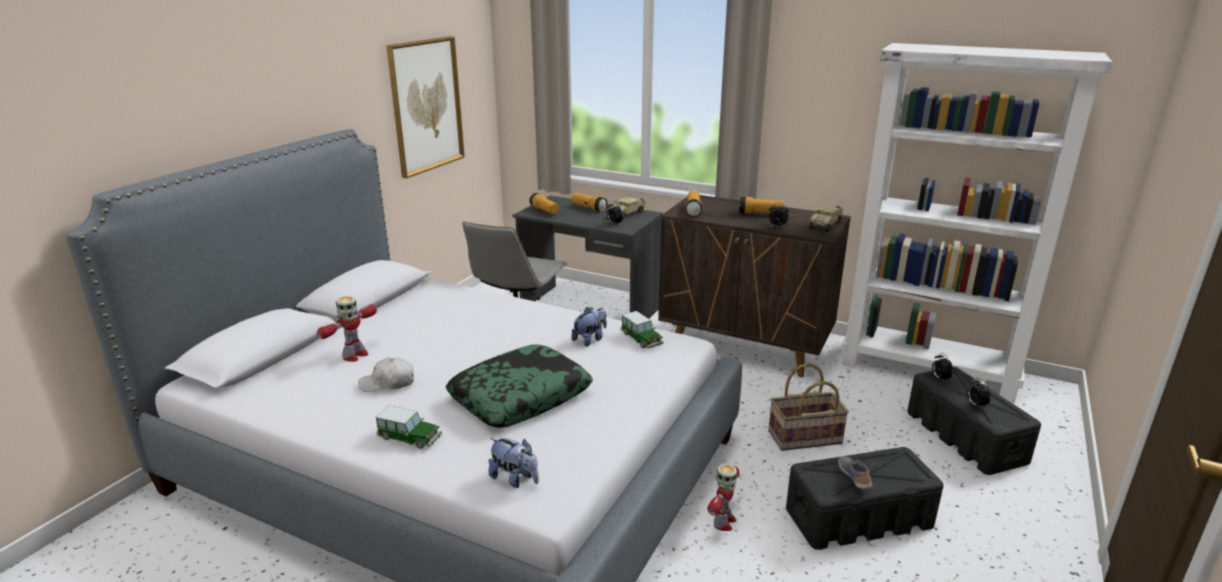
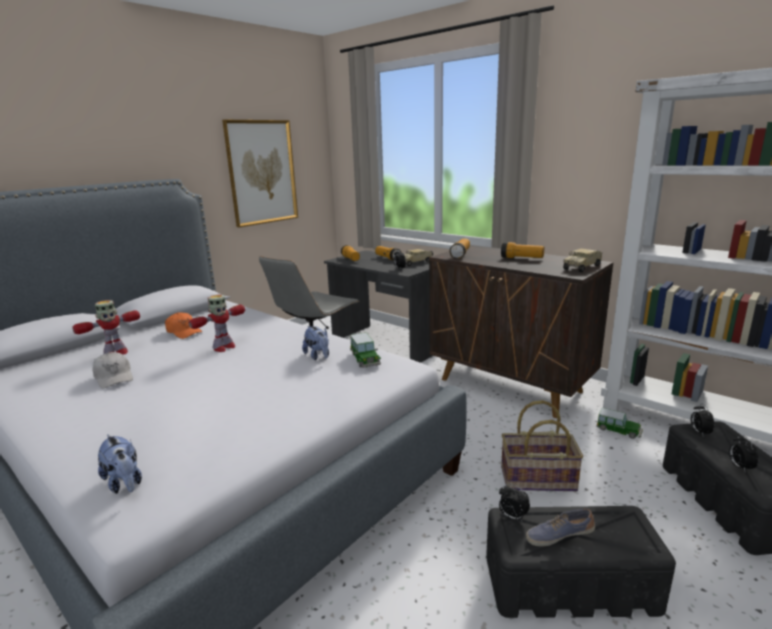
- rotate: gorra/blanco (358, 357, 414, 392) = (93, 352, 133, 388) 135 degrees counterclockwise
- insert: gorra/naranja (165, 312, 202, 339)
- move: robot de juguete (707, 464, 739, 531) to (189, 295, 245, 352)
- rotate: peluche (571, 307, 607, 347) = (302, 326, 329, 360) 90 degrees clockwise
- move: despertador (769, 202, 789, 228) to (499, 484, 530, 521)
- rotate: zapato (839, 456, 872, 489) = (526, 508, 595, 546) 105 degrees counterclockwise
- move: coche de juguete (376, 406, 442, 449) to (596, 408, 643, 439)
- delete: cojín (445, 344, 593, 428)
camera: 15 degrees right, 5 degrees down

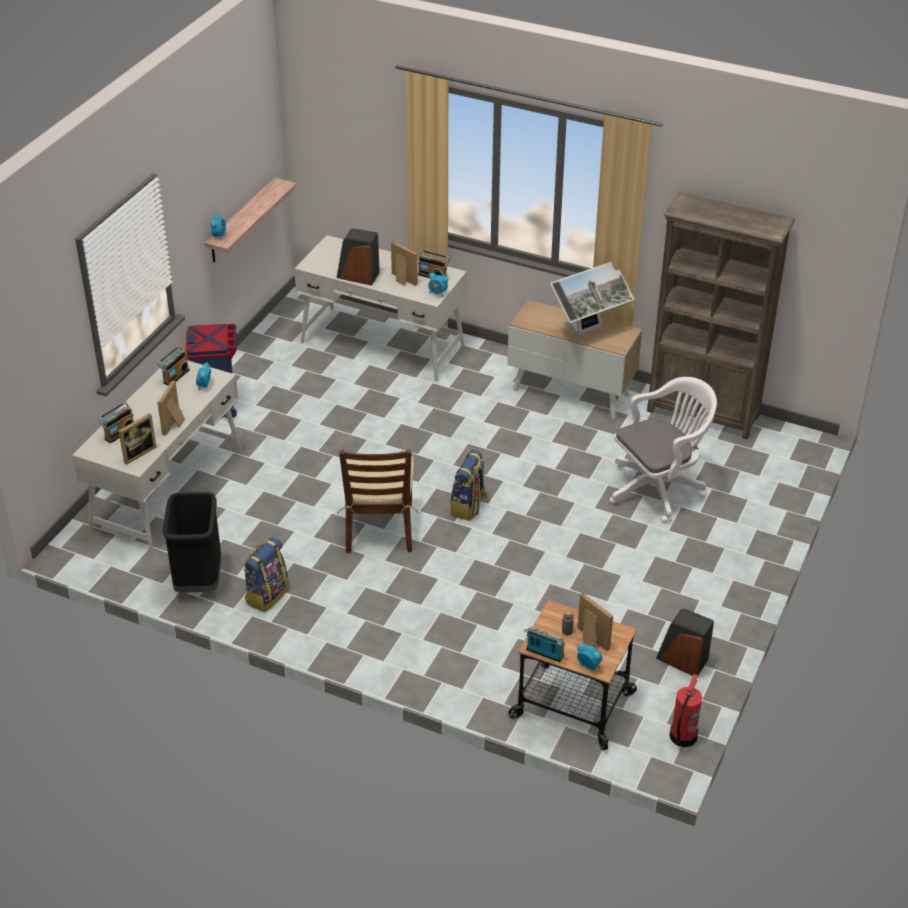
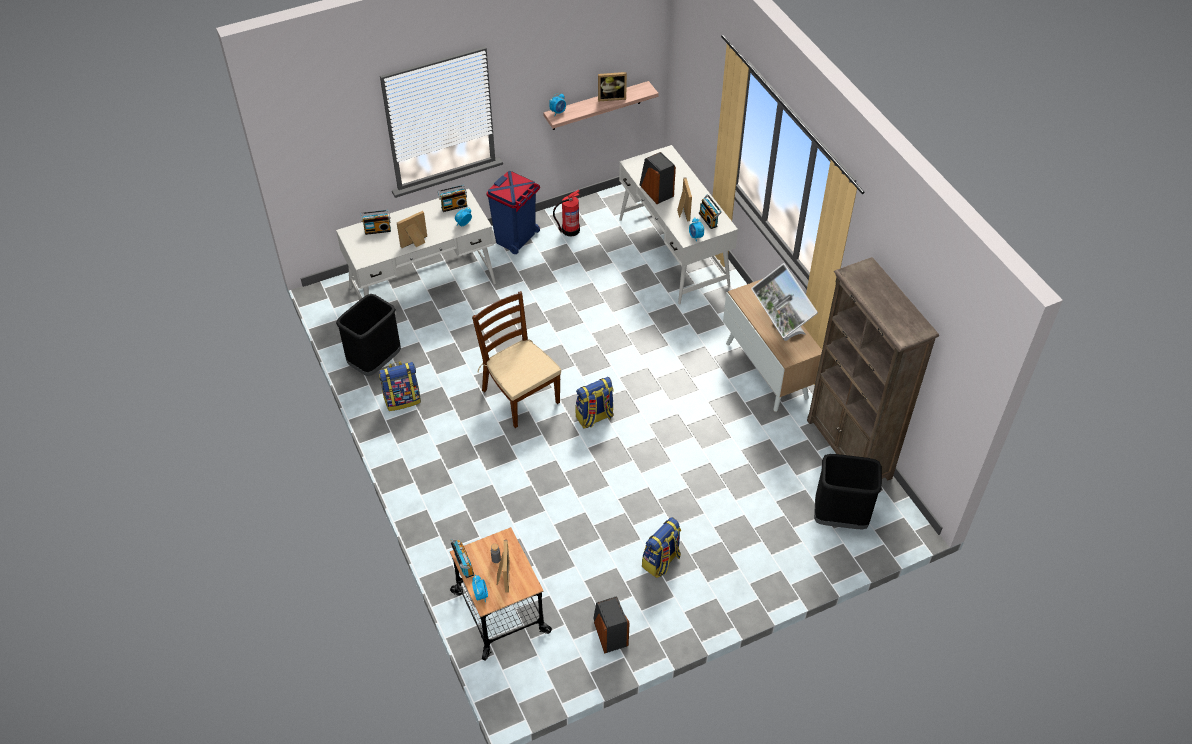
- rotate: silla/marrón (337, 450, 419, 553) = (472, 291, 561, 428) 105 degrees clockwise
- move: extintor (669, 674, 702, 747) to (553, 189, 580, 237)
- move: portarretratos (119, 413, 157, 465) to (598, 72, 627, 102)
- insert: mochila (642, 517, 681, 578)
- rotate: monitor (550, 262, 634, 337) = (751, 263, 818, 341) 60 degrees clockwise
- insert: papelera/negro (814, 454, 882, 529)
- delete: silla de oficina/blanco (610, 377, 717, 523)
camera: 40 degrees right, 10 degrees up

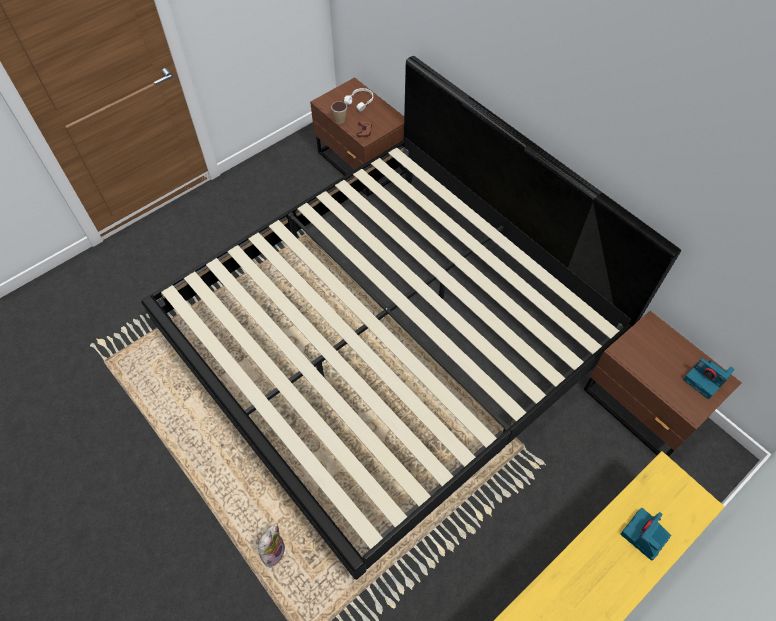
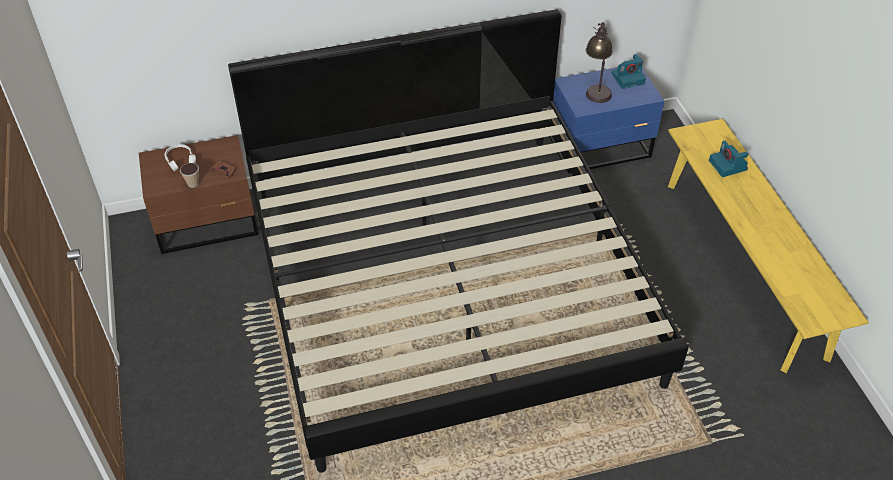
- recolor: mesita de noche/marrón (584, 311, 742, 457) to mesita de noche/azul (549, 67, 664, 174)
- insert: lámpara de mesa (586, 22, 612, 103)
- delete: peluche (257, 523, 285, 567)
camera: 65 degrees left, 10 degrees down

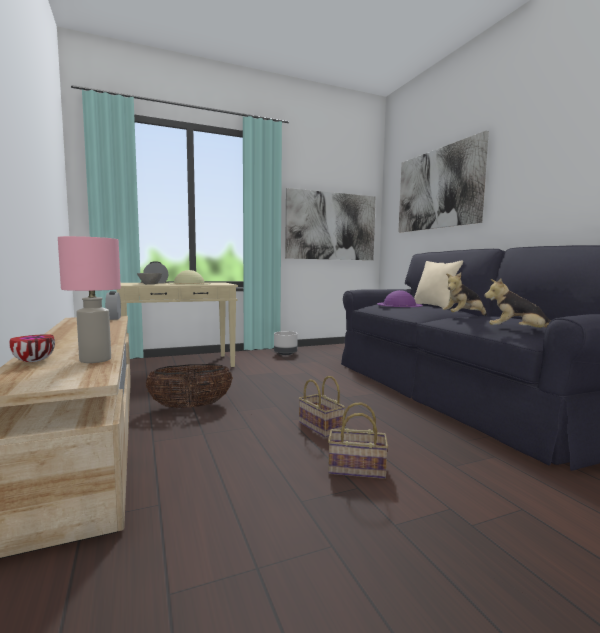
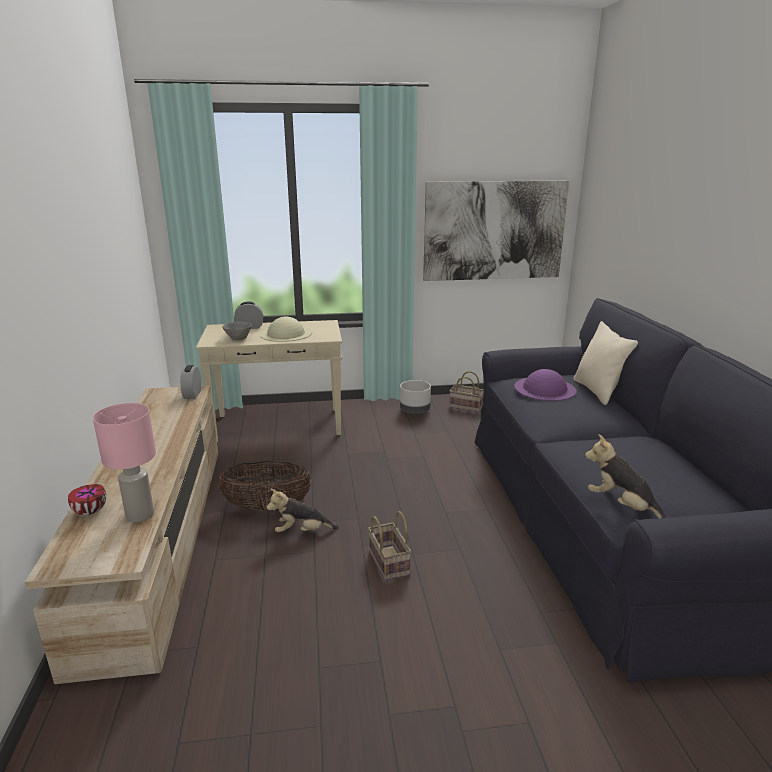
- move: peluche (442, 273, 487, 316) to (266, 489, 339, 532)
- move: cesta (328, 402, 388, 479) to (449, 371, 484, 413)
- delete: cuadro (398, 131, 489, 232)
camera: 15 degrees right, 15 degrees up

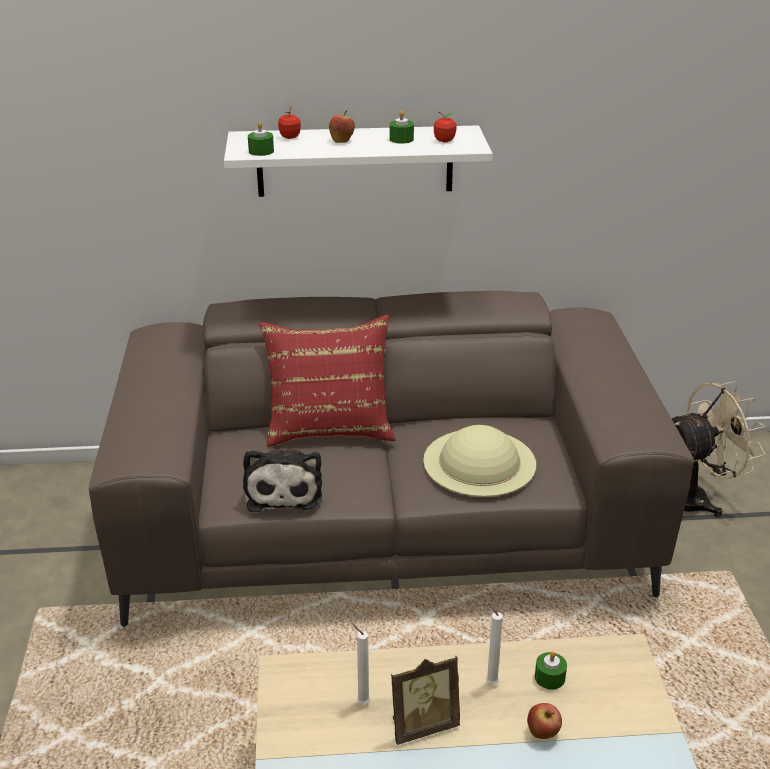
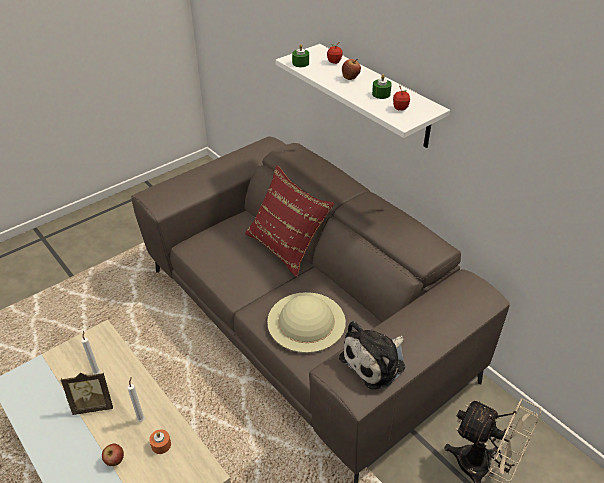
- rotate: portarretratos (391, 656, 460, 745) = (61, 373, 113, 415) 45 degrees counterclockwise
- recolor: vela/verde (535, 651, 567, 690) to vela/naranja (149, 429, 171, 454)
- move: peluche (243, 449, 322, 512) to (339, 321, 405, 390)
camera: 55 degrees right, 10 degrees up

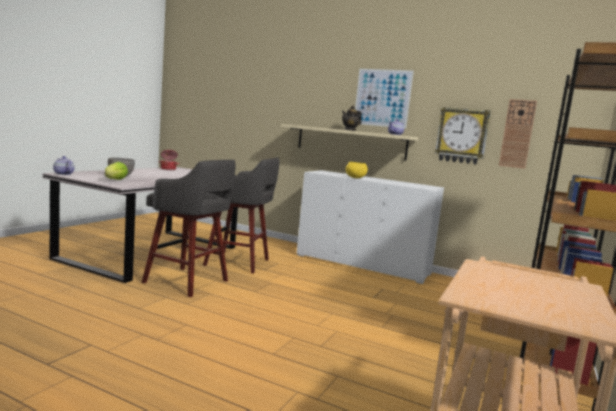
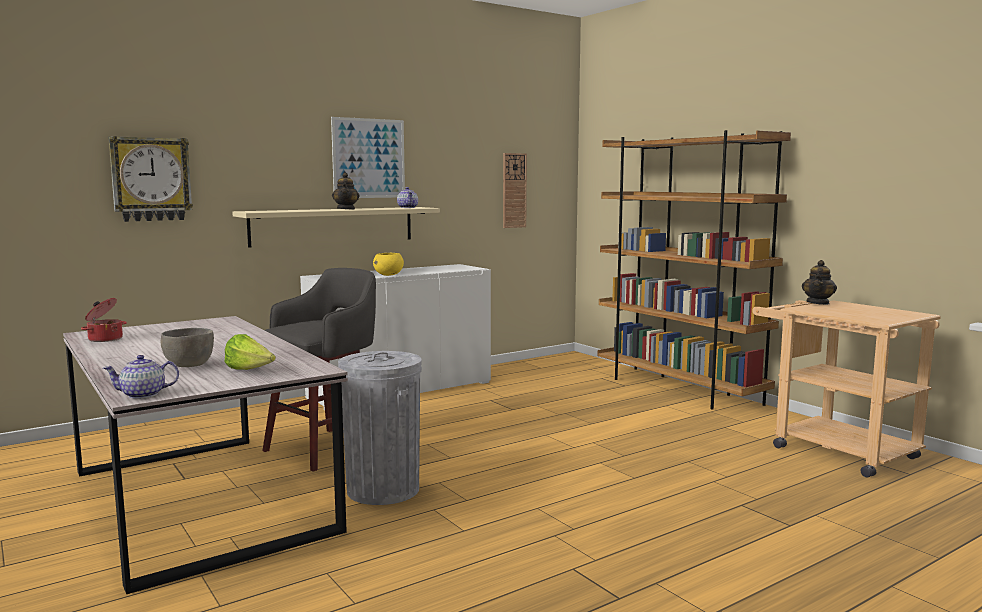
- move: reloj de pared (435, 107, 491, 165) to (108, 136, 193, 222)
- replace: taburete/gris (141, 160, 236, 297) to papelera/gris (338, 351, 422, 505)
- insert: tetera (802, 260, 837, 305)
camera: 60 degrees left, 0 degrees up

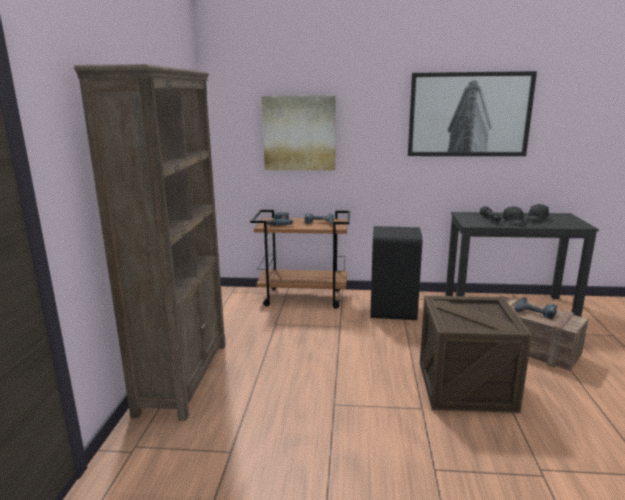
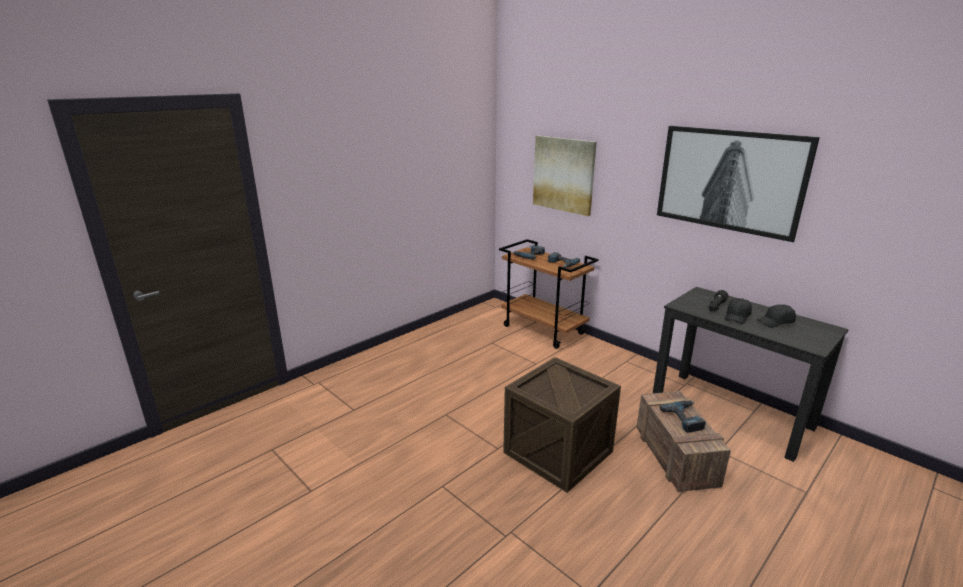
- delete: estantería/marrón (74, 64, 226, 421)
- delete: papelera/negro (370, 226, 423, 320)
camera: 40 degrees right, 5 degrees up

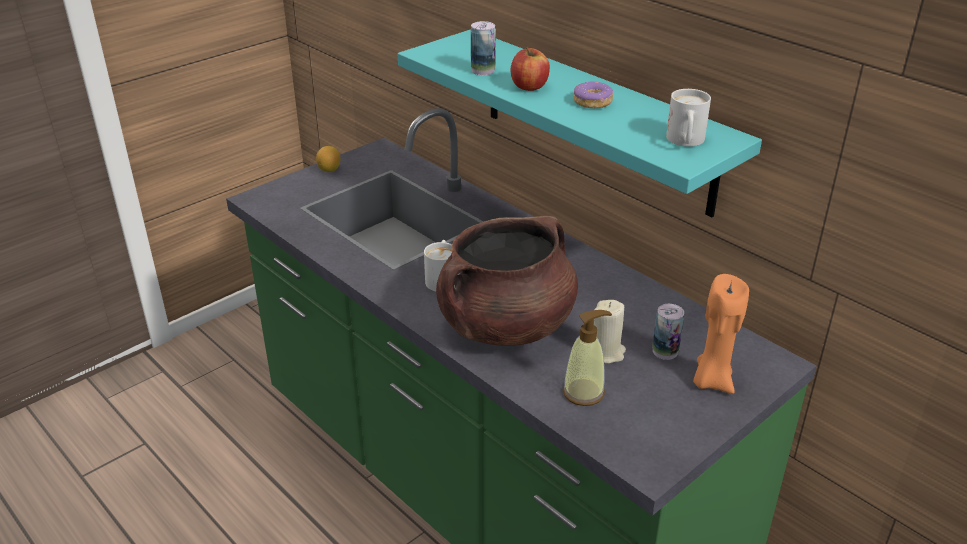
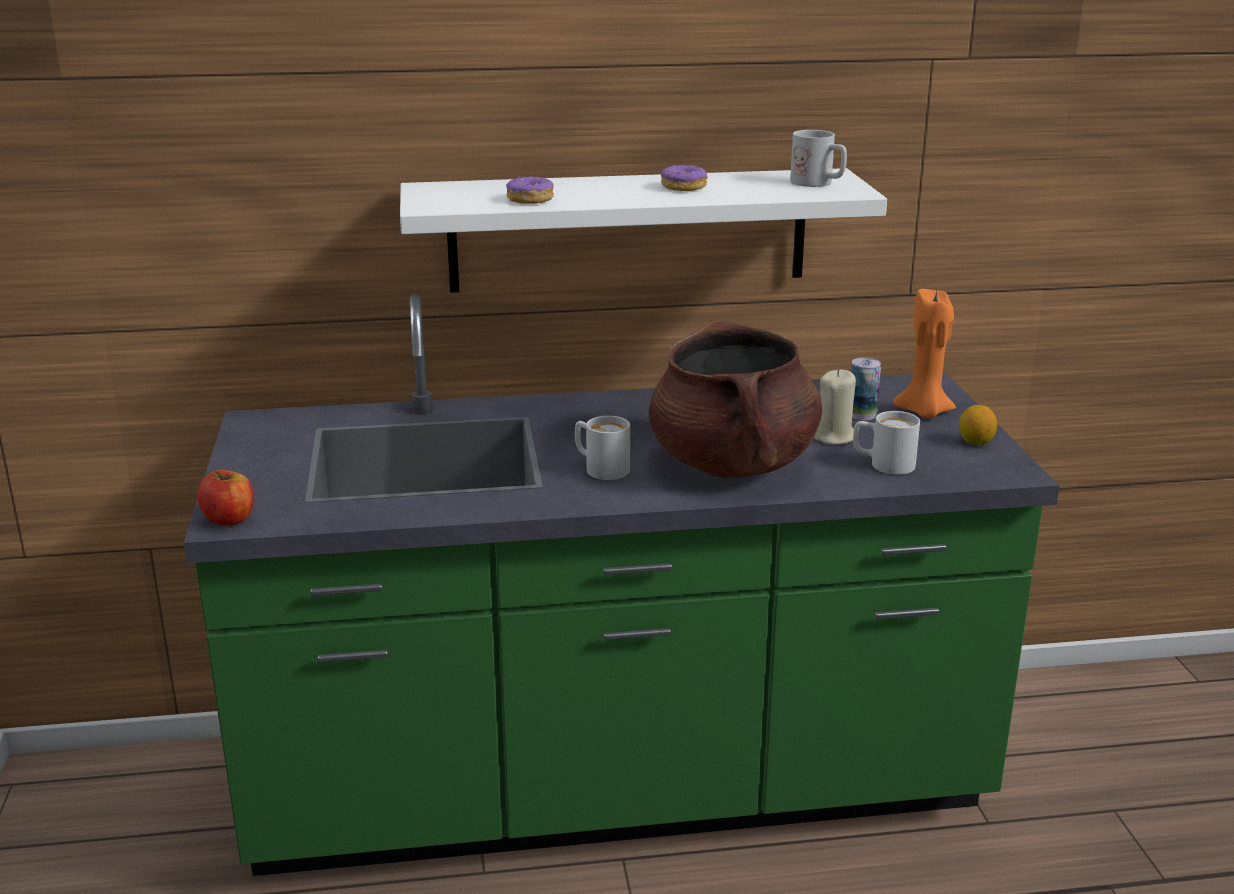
- move: manzana (510, 47, 550, 91) to (197, 470, 254, 525)
- recolor: estante/turquesa (398, 29, 762, 217) to estante/blanco (400, 168, 887, 293)
- replace: lata (471, 21, 496, 75) to rosquilla (506, 176, 554, 204)
- replace: dispensador de jabón (563, 310, 612, 406) to taza grande/blanco (853, 411, 920, 475)
- move: limón (316, 146, 341, 172) to (959, 405, 997, 446)
camera: 55 degrees left, 10 degrees down

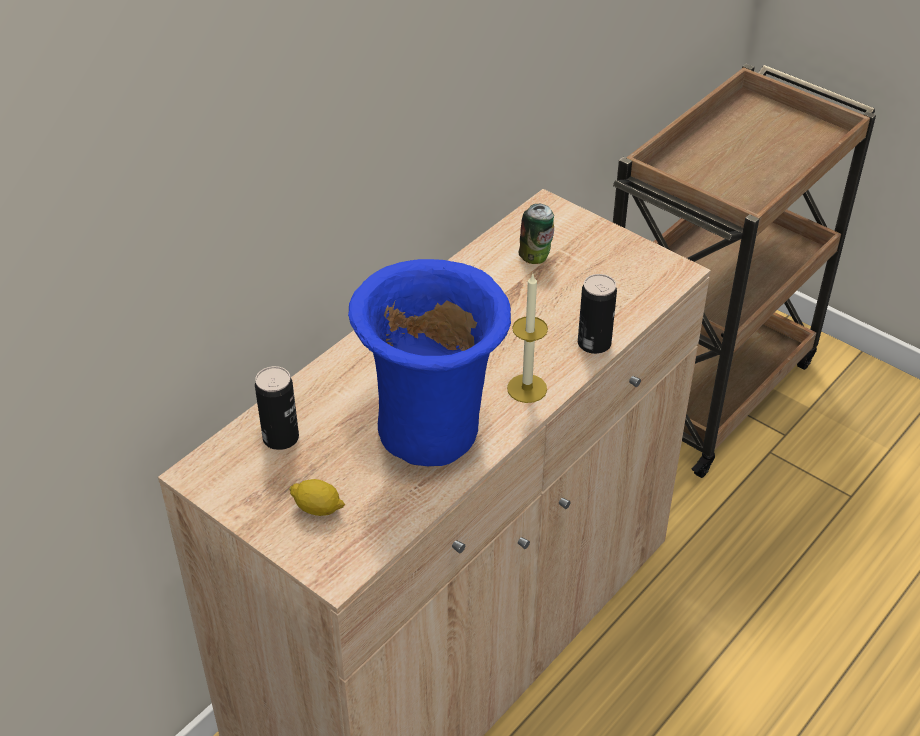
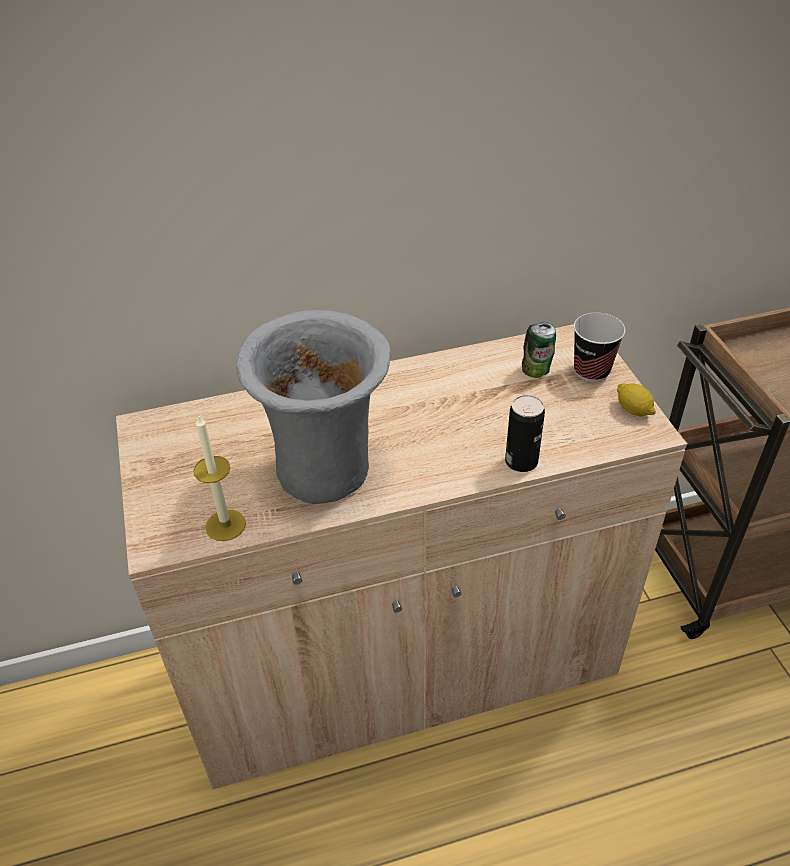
- move: vela (507, 274, 548, 403) to (193, 414, 246, 541)
- recolor: florero/azul (348, 259, 511, 466) to florero/gris (236, 310, 391, 504)
- insert: taza (574, 313, 625, 382)
- move: limón (289, 479, 345, 516) to (617, 383, 656, 417)
- delete: lata (255, 366, 299, 450)
camera: 35 degrees right, 0 degrees up

